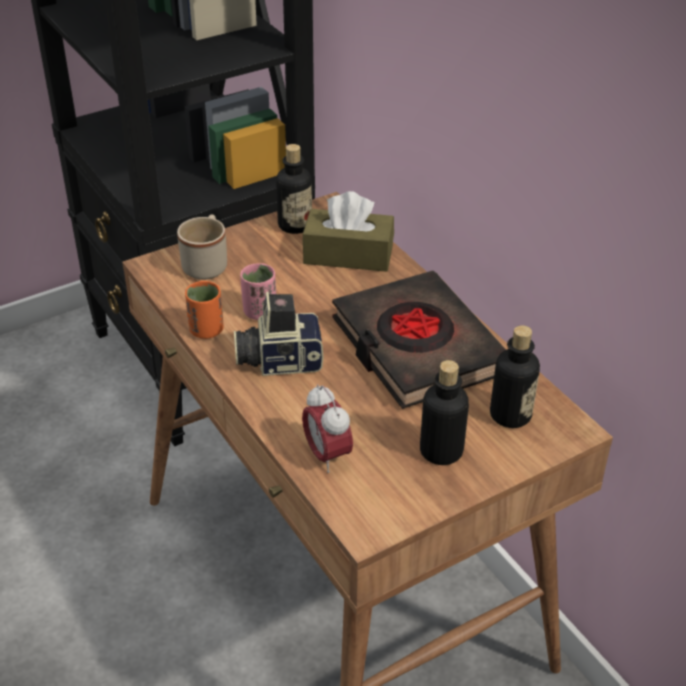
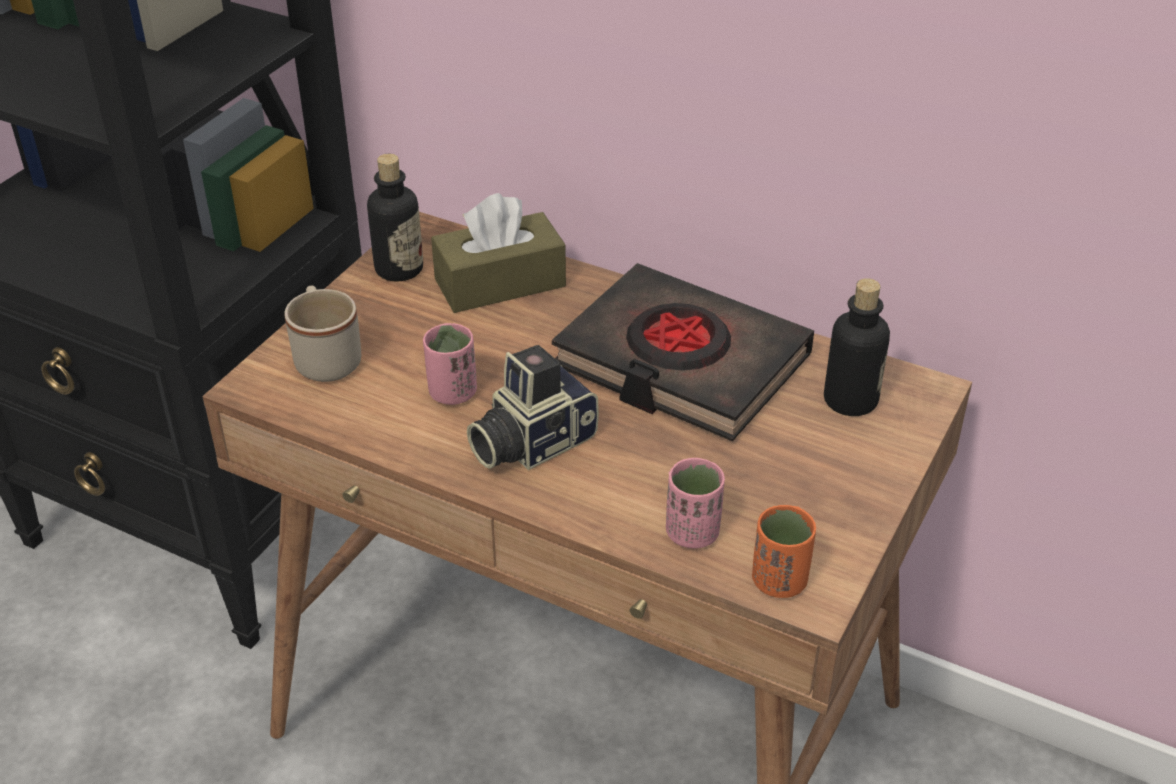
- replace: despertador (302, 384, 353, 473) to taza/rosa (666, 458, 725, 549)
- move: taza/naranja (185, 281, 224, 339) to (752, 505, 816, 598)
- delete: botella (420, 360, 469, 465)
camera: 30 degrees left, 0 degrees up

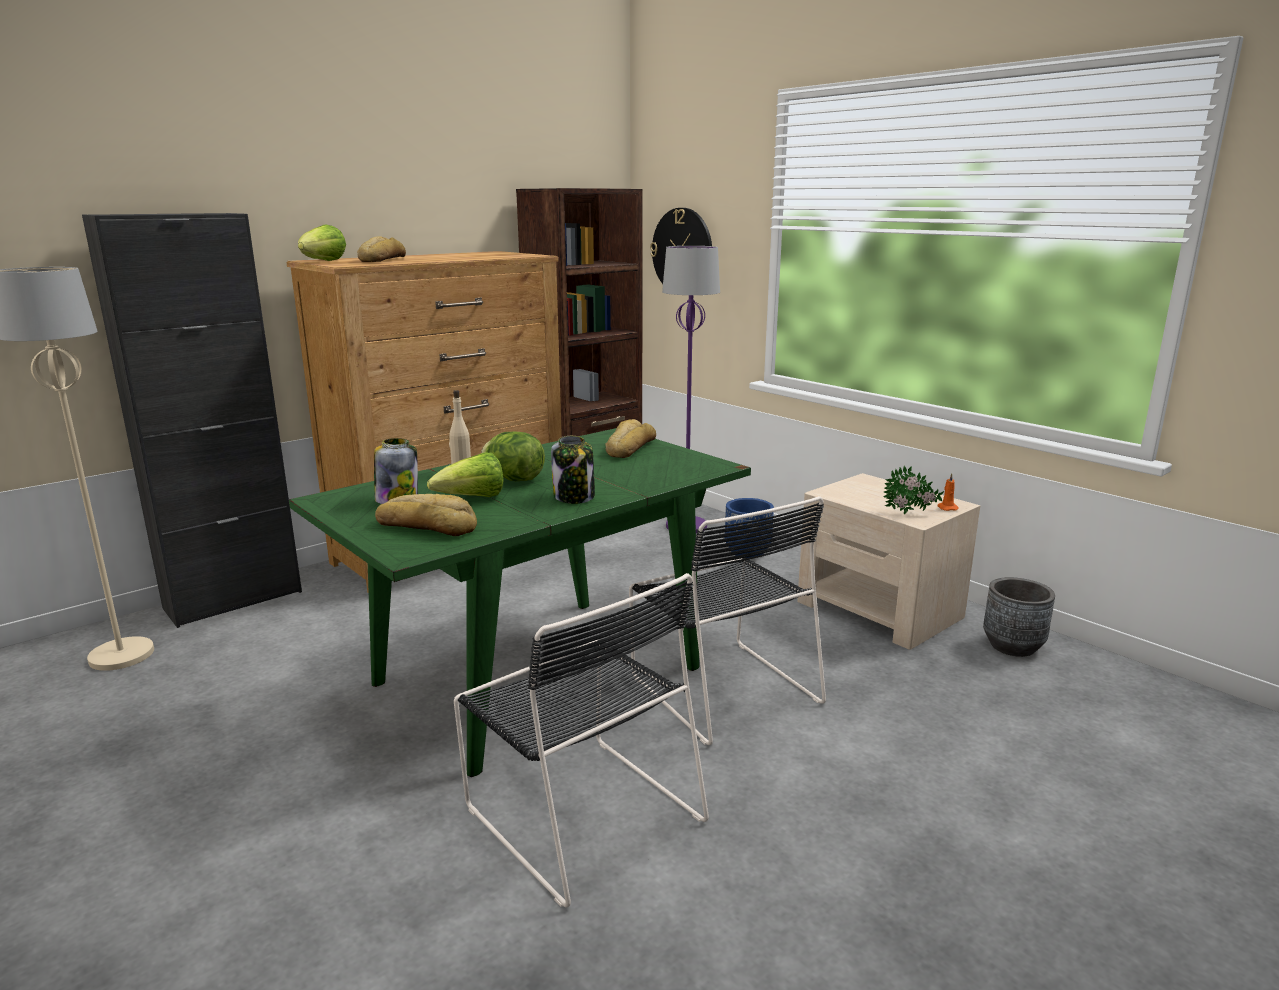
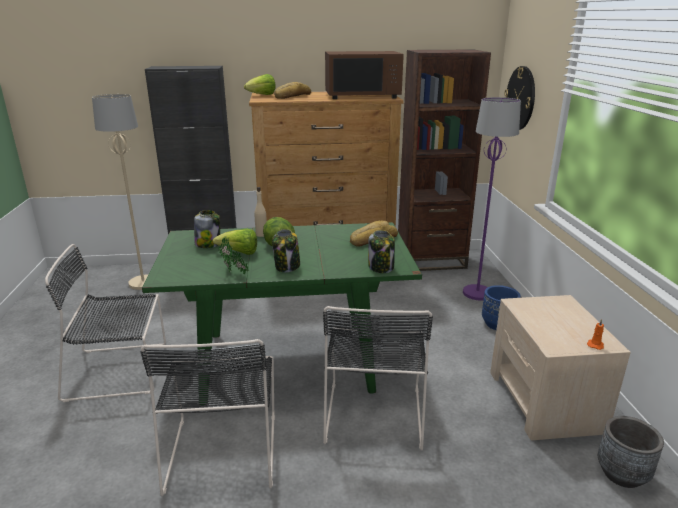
- insert: silla/negro (45, 244, 166, 402)
- move: planta en maceta (884, 465, 944, 514) to (219, 237, 249, 274)
- insert: microondas/marrón (325, 51, 404, 99)
- insert: tarro (368, 230, 395, 273)
- delete: pan (375, 494, 477, 536)
camera: 35 degrees right, 5 degrees up

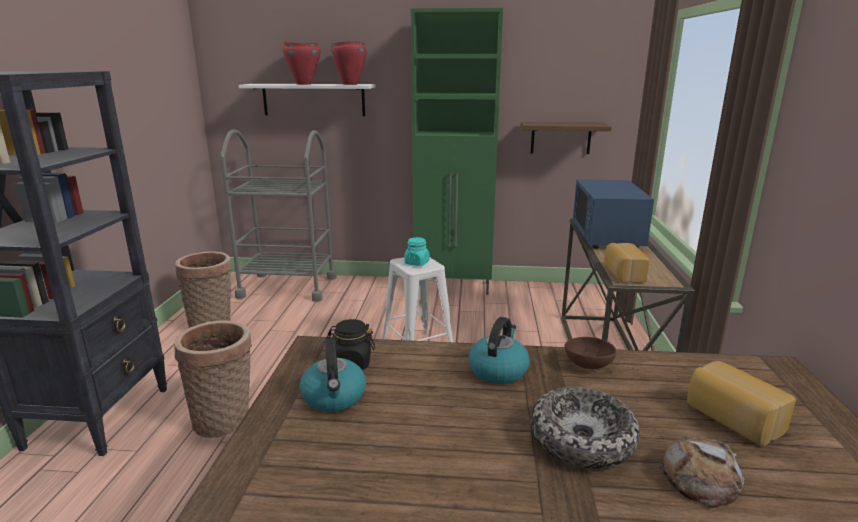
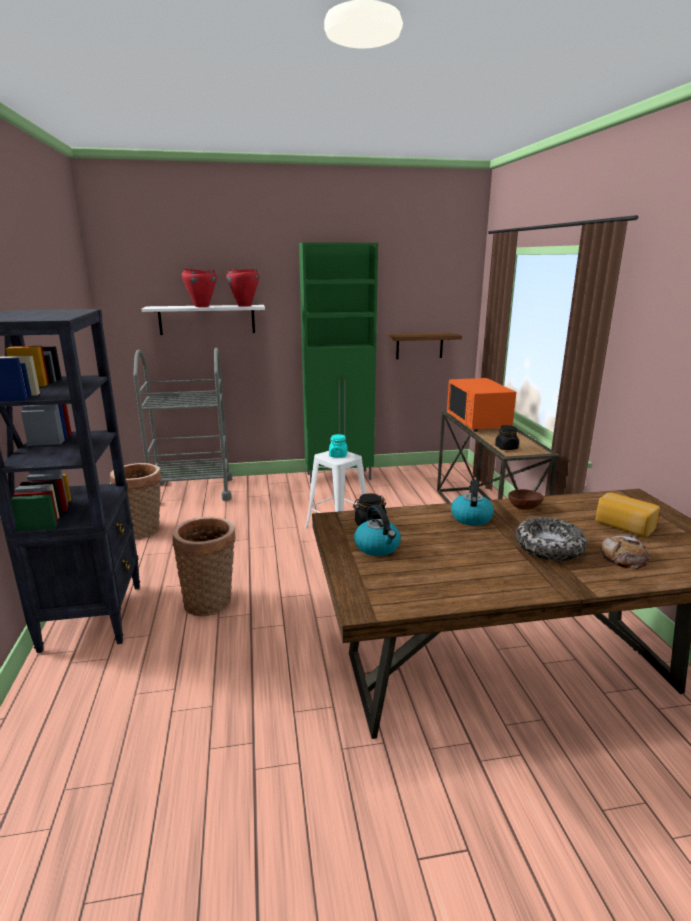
- recolor: microondas/azul (573, 179, 654, 249) to microondas/naranja (447, 378, 516, 432)
- replace: pan (604, 243, 650, 283) to tarro/negro (495, 425, 519, 450)
camera: 15 degrees left, 0 degrees up

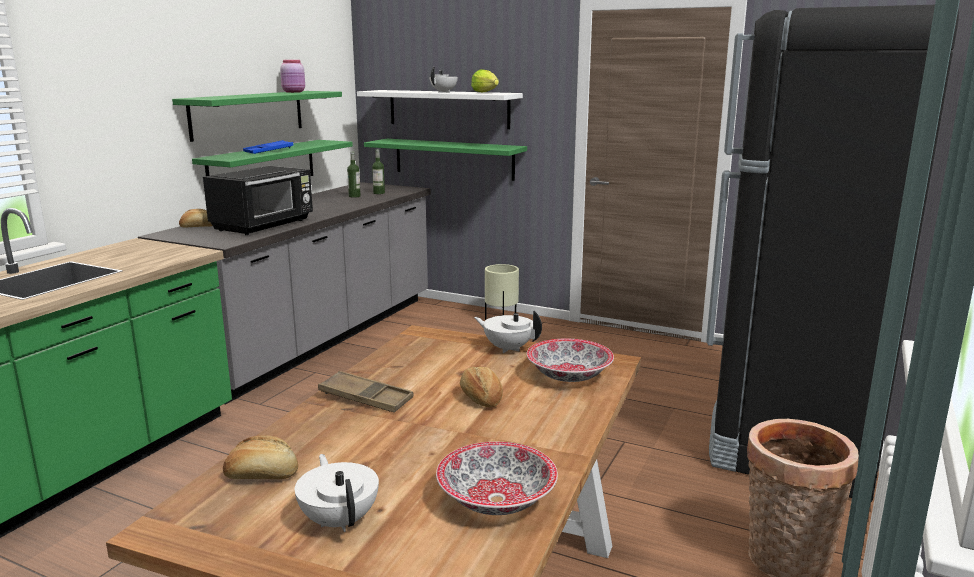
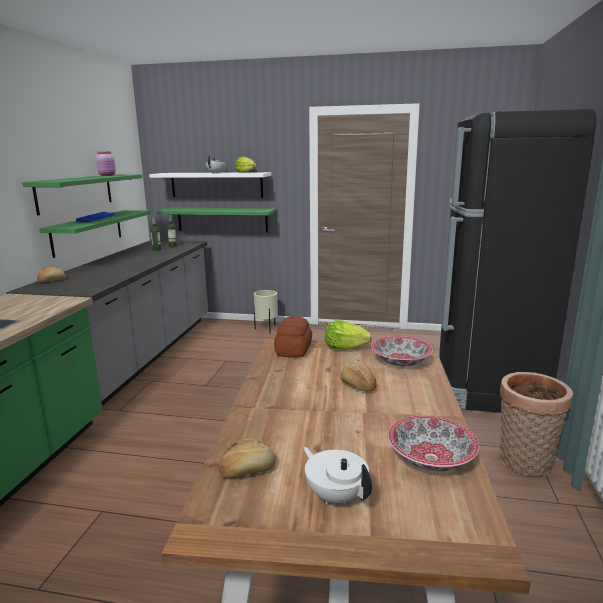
- insert: pan (274, 316, 312, 358)
- replace: tetera/blanco (474, 310, 542, 353) to lechuga (325, 320, 372, 350)
- delete: microondas/negro (203, 166, 313, 235)
- delete: bandeja/marrón (318, 371, 413, 413)
camera: 15 degrees left, 0 degrees up

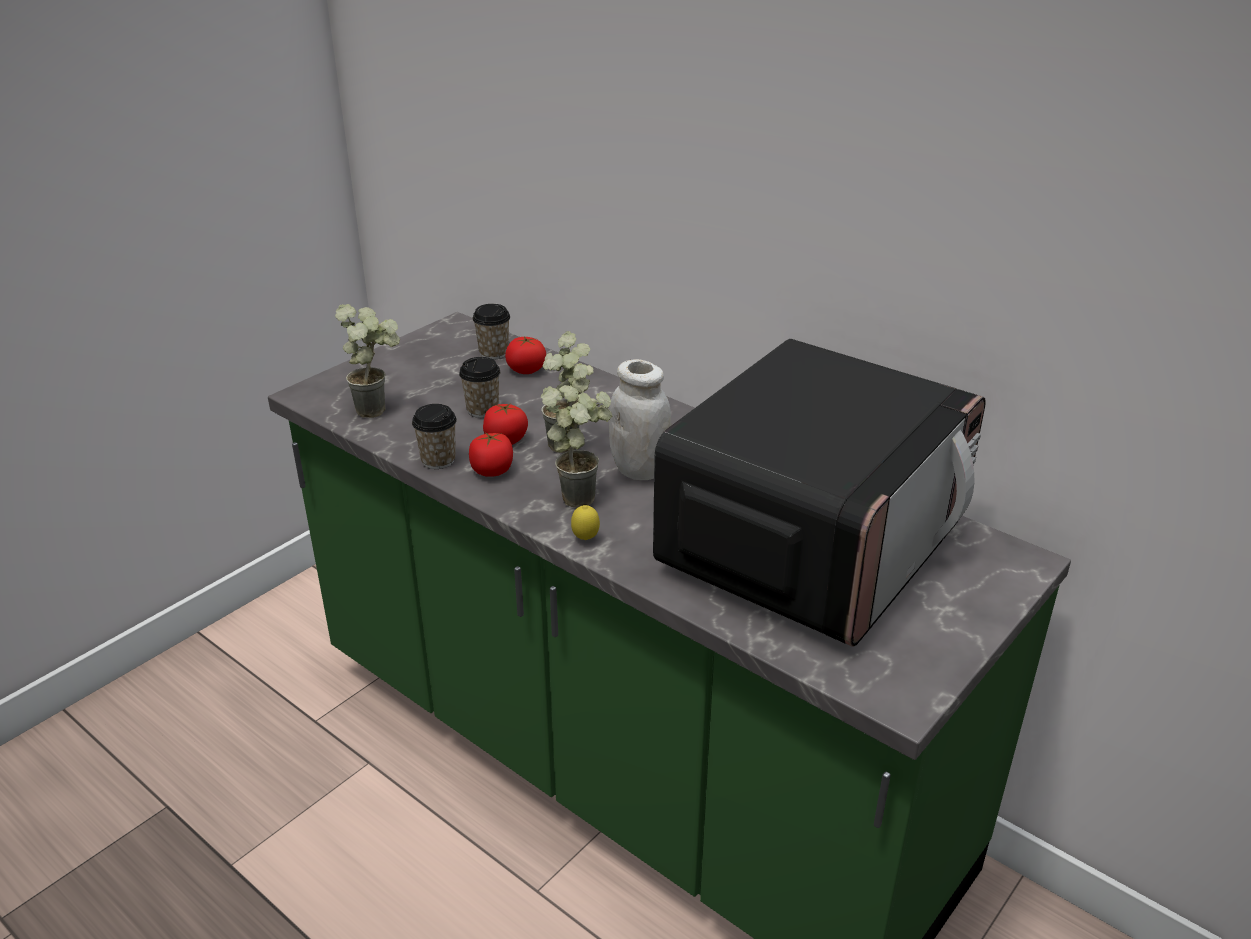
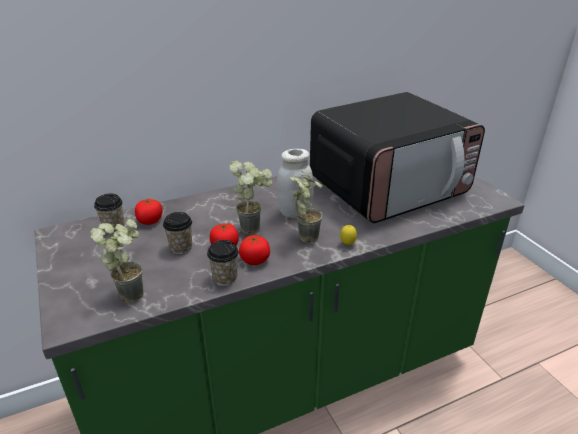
- rotate: microondas (653, 339, 986, 647) = (310, 92, 485, 223) 90 degrees clockwise
camera: 65 degrees left, 0 degrees up

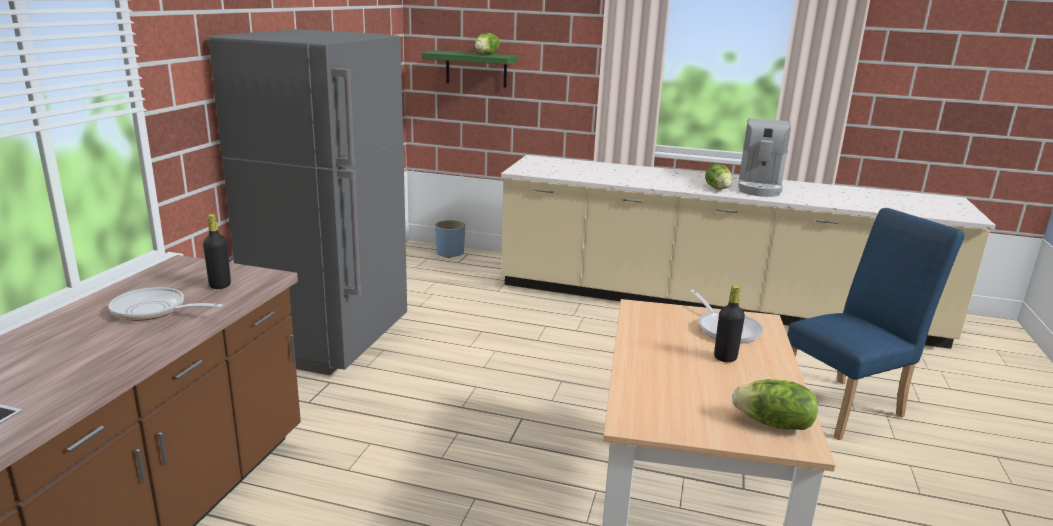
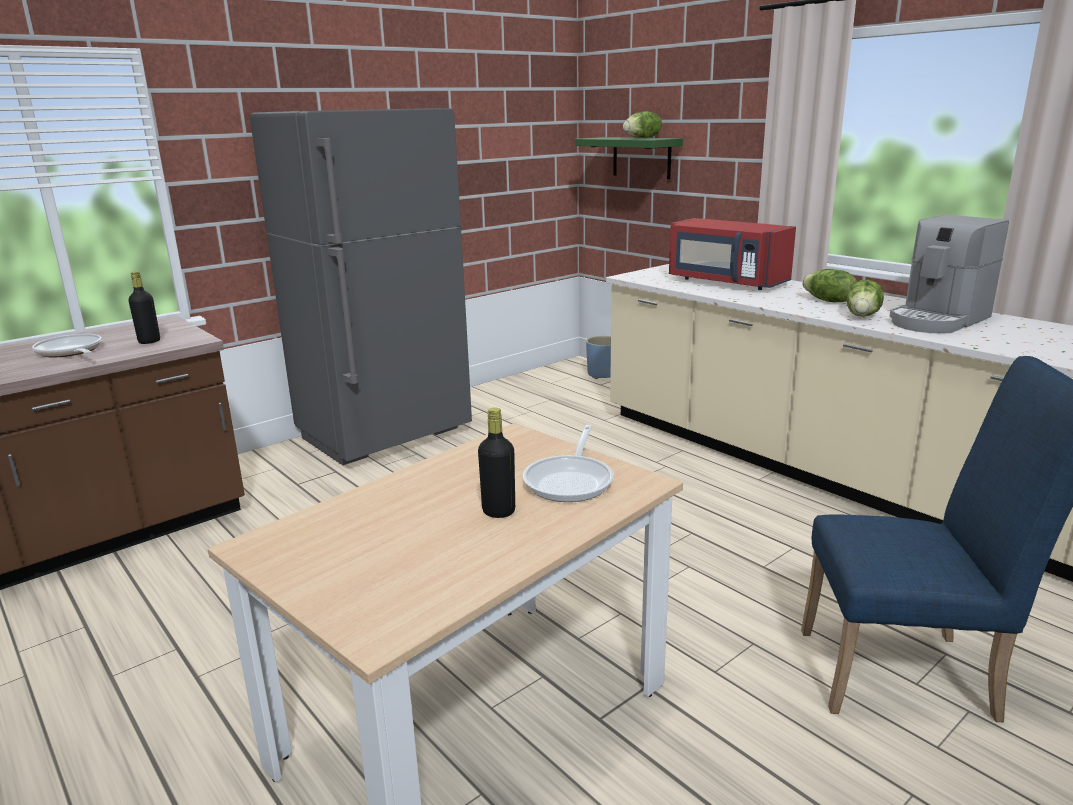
- insert: microondas/rojo (669, 218, 796, 290)
- move: lechuga (732, 379, 818, 430) to (802, 269, 857, 302)
camera: 35 degrees right, 0 degrees up

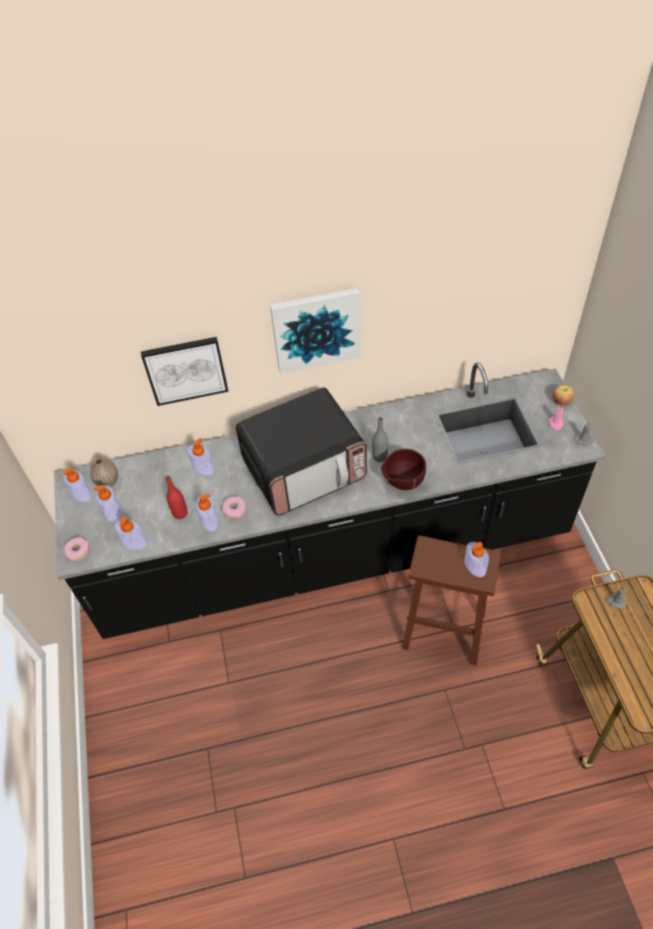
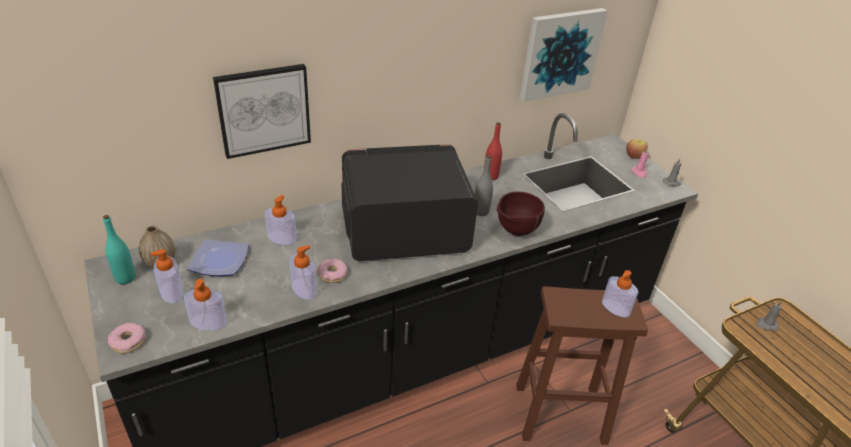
- replace: dispensador de jabón (63, 467, 92, 502) to botella/turquesa (103, 215, 136, 284)
- insert: plato (188, 240, 249, 276)
- rotate: microondas (236, 388, 367, 516) = (342, 144, 478, 261) 150 degrees counterclockwise
- move: botella/rojo (165, 476, 188, 519) to (484, 122, 502, 180)
- move: cuadro (270, 288, 361, 373) to (520, 8, 608, 102)
camera: 20 degrees left, 15 degrees down

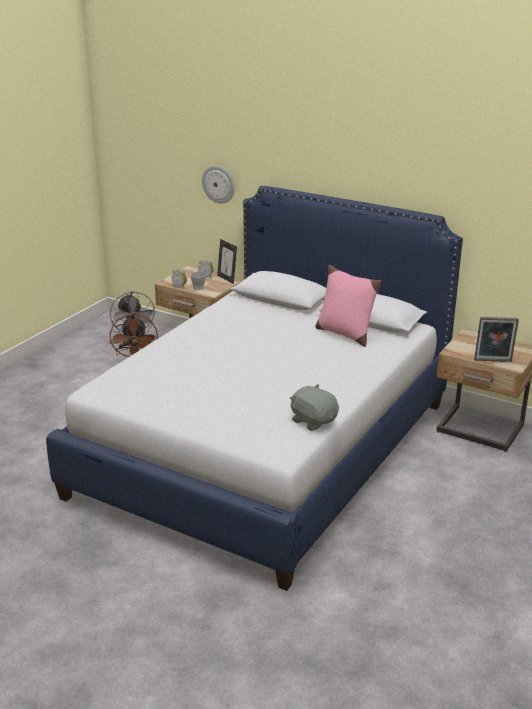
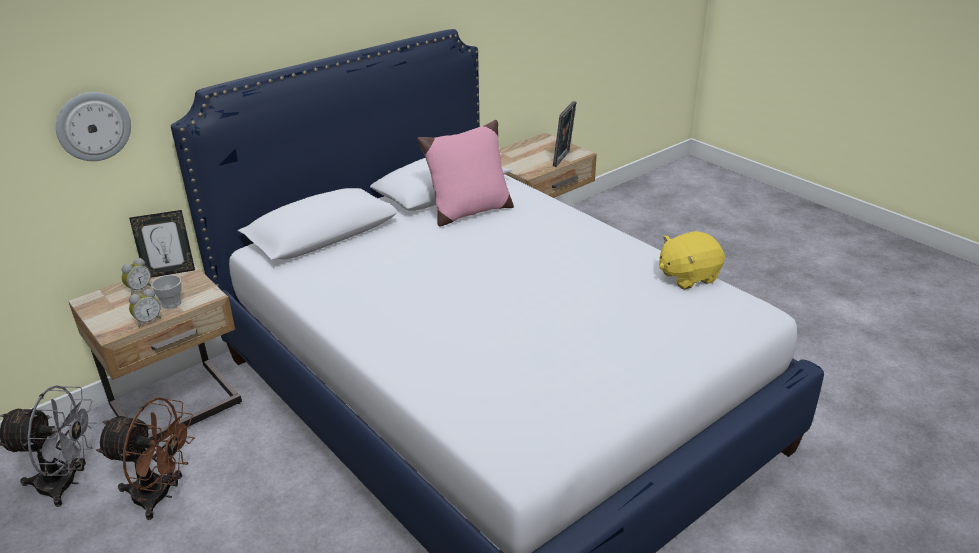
- recolor: peluche/gris (290, 384, 339, 431) to peluche/amarillo (659, 231, 725, 289)
camera: 70 degrees left, 5 degrees up

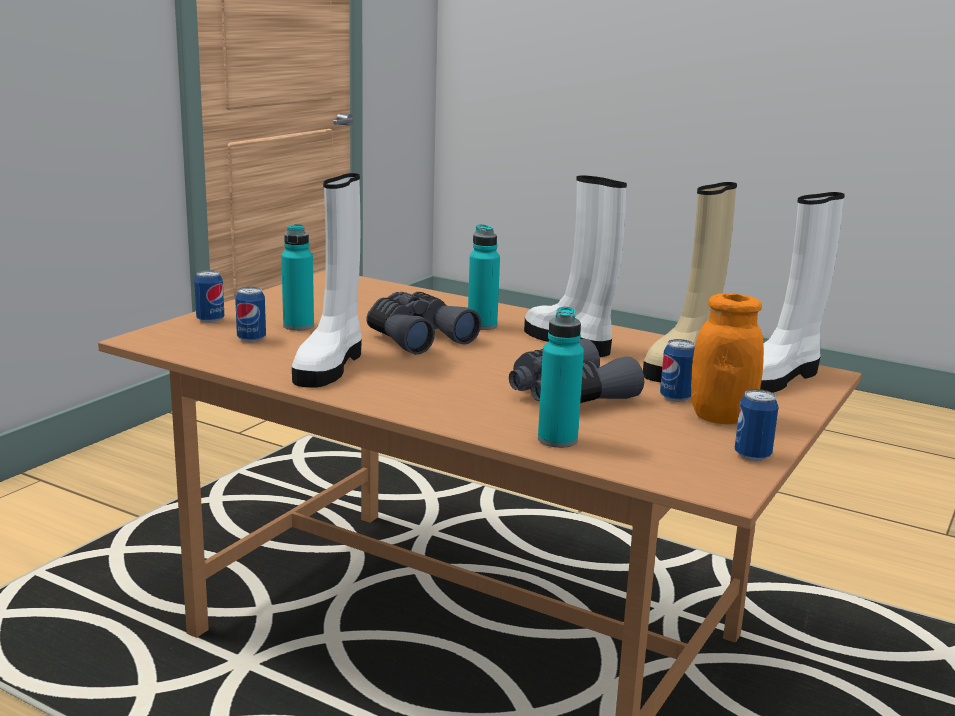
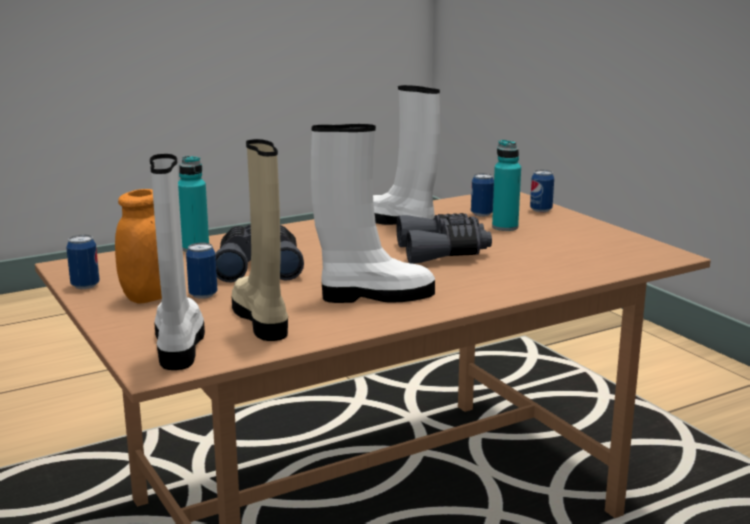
- delete: botella/turquesa (468, 224, 500, 330)
camera: 120 degrees right, 0 degrees up

